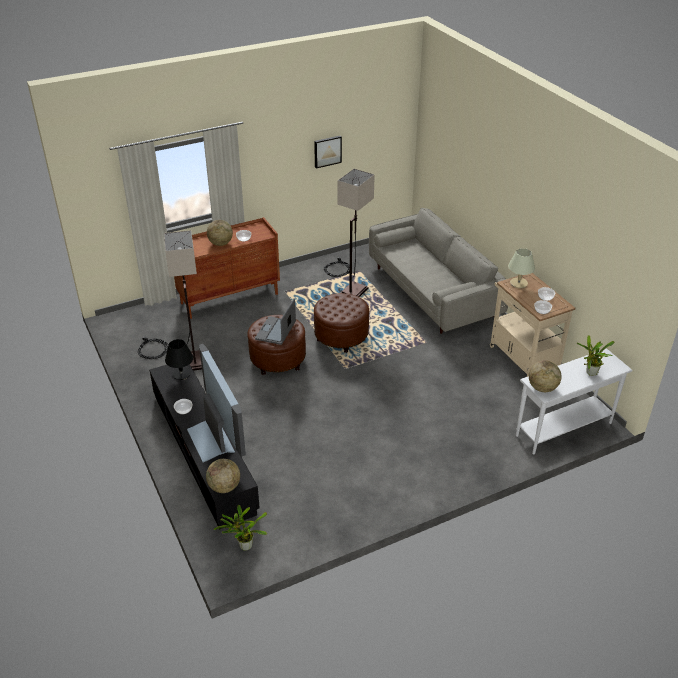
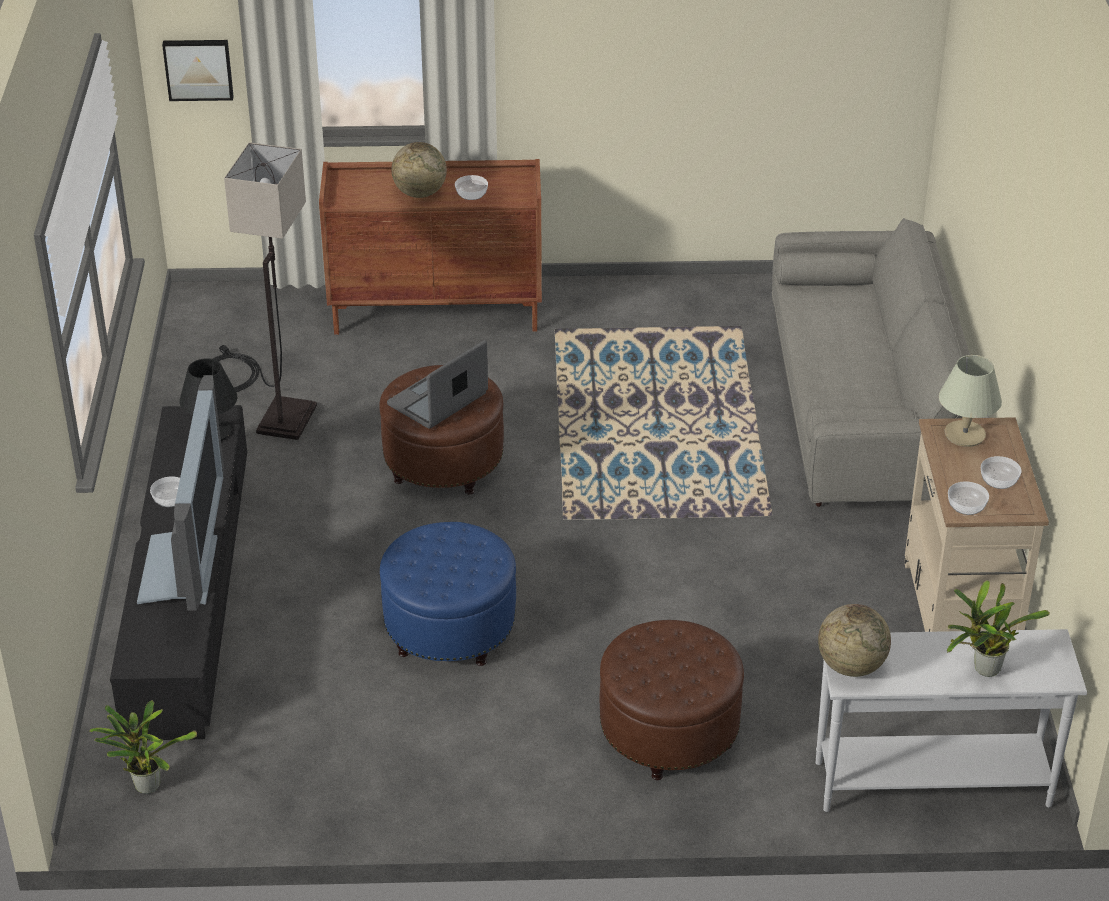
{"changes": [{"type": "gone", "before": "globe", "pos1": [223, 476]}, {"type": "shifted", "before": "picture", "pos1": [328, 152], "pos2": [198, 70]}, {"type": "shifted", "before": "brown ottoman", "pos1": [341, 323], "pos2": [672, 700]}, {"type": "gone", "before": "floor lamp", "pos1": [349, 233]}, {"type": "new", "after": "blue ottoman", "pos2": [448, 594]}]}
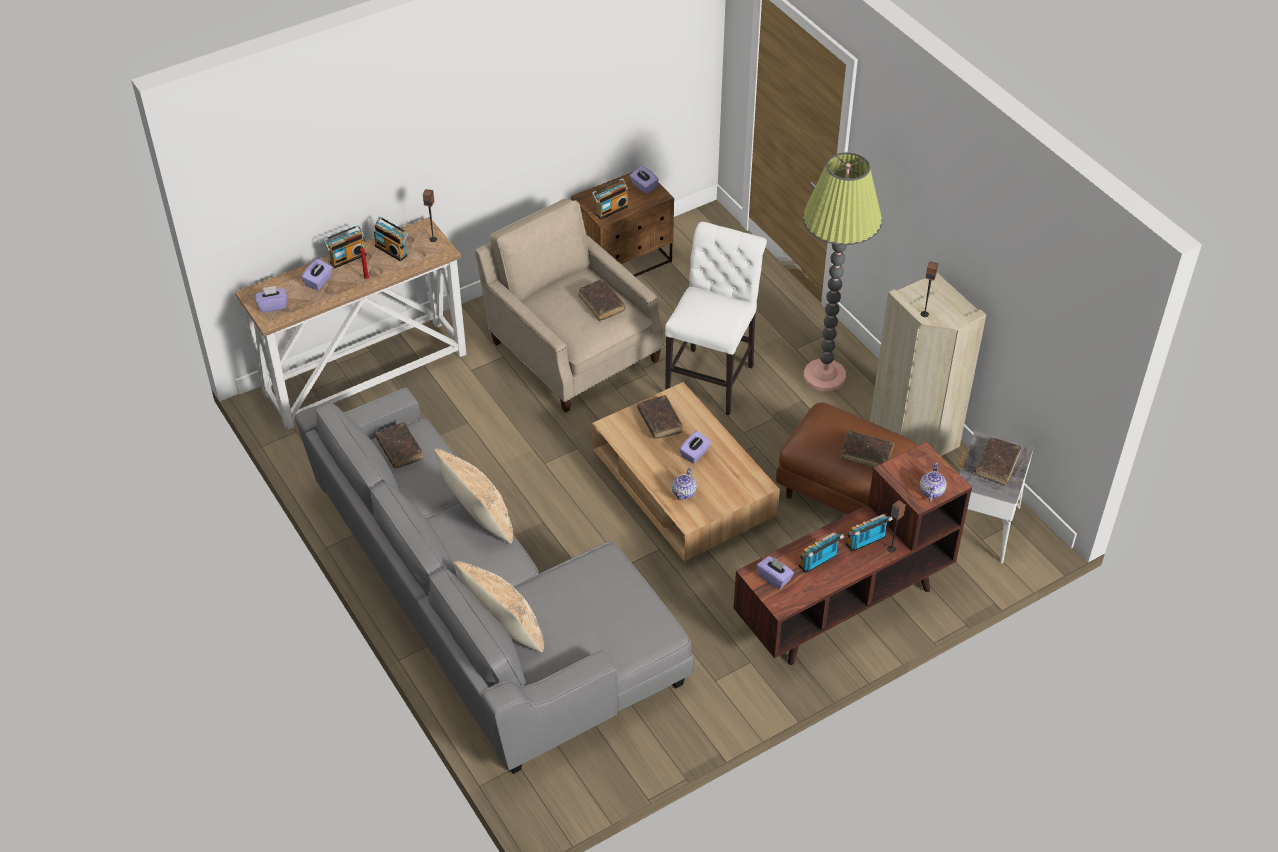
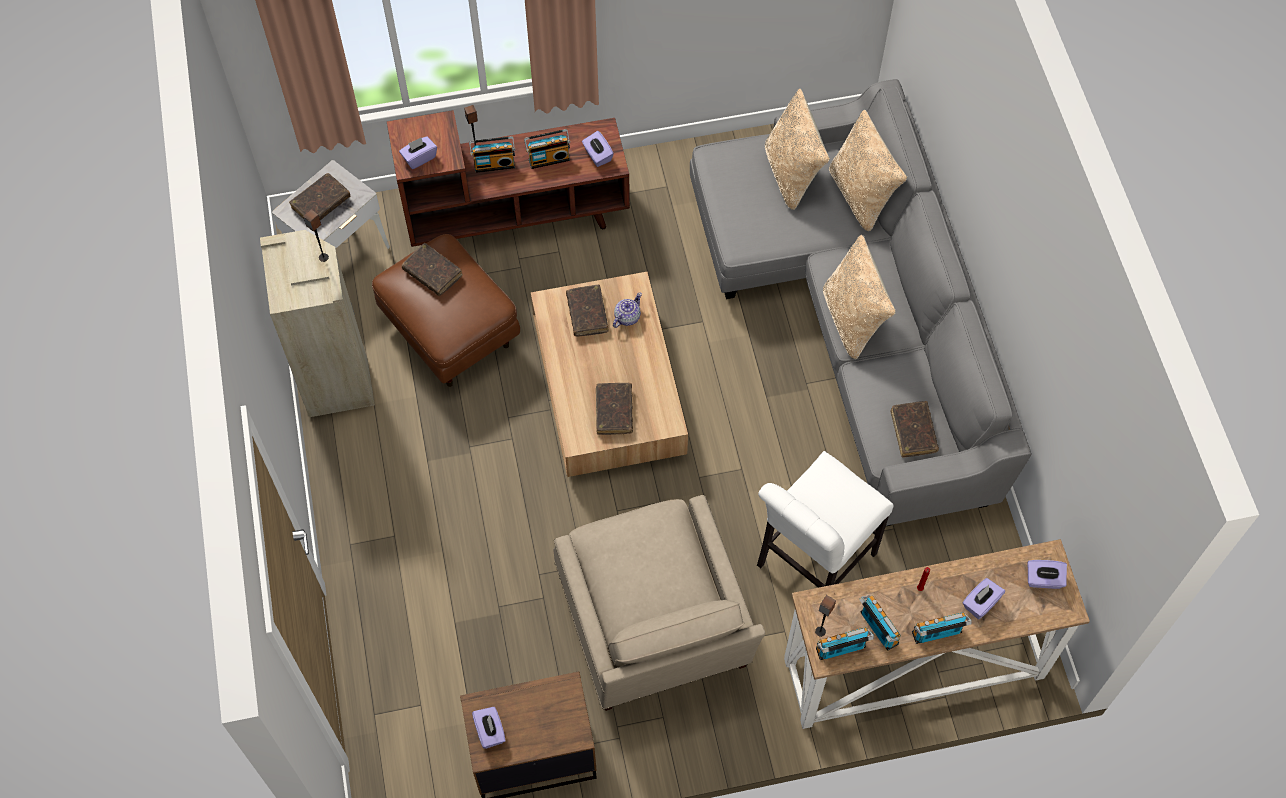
{"changes": [{"type": "shifted", "before": "brown book", "pos1": [602, 300], "pos2": [587, 310]}, {"type": "shifted", "before": "radio", "pos1": [610, 198], "pos2": [845, 643]}, {"type": "shifted", "before": "white stool", "pos1": [716, 318], "pos2": [825, 519]}, {"type": "shifted", "before": "purple tissue box", "pos1": [695, 447], "pos2": [418, 152]}, {"type": "gone", "before": "floor lamp", "pos1": [842, 271]}, {"type": "gone", "before": "teapot", "pos1": [933, 482]}, {"type": "new", "after": "beige pillow", "pos2": [797, 149]}]}
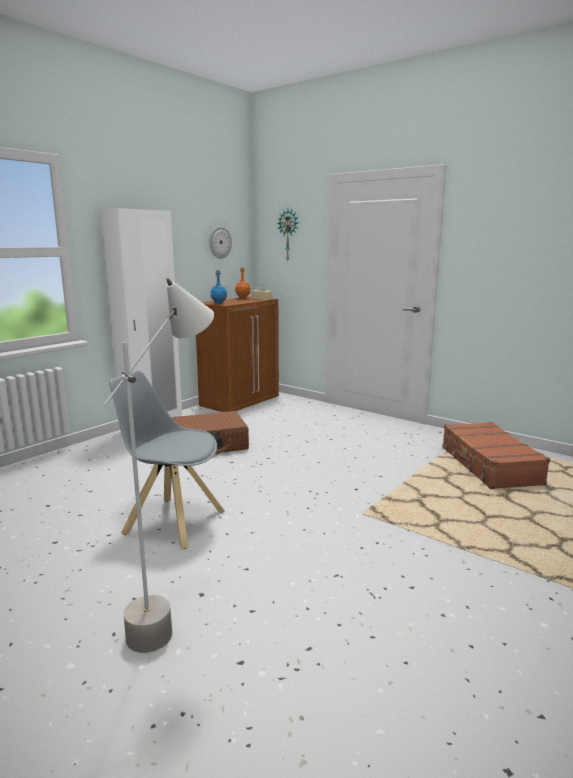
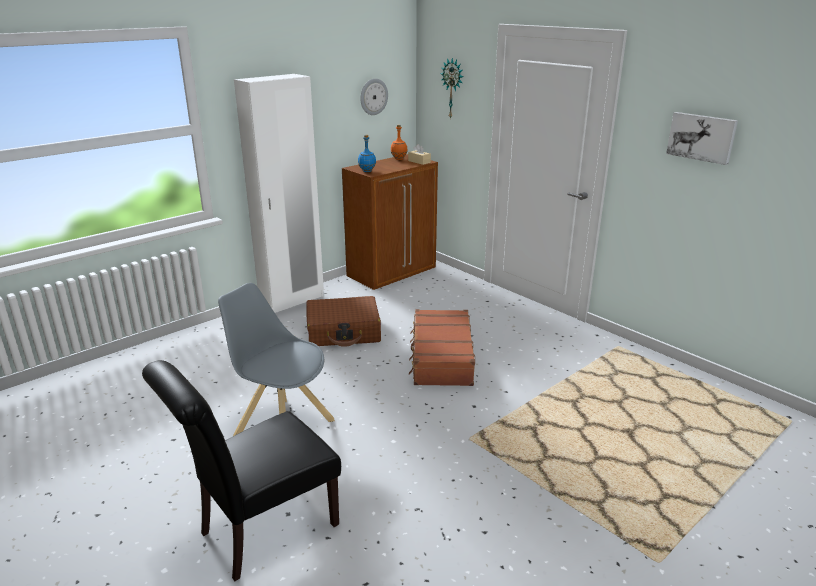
{"changes": [{"type": "swapped", "before": "grey floor lamp", "after": "black chair", "pos1": [159, 465], "pos2": [241, 470]}, {"type": "shifted", "before": "brown suitcase", "pos1": [496, 455], "pos2": [442, 347]}, {"type": "new", "after": "picture", "pos2": [702, 138]}]}
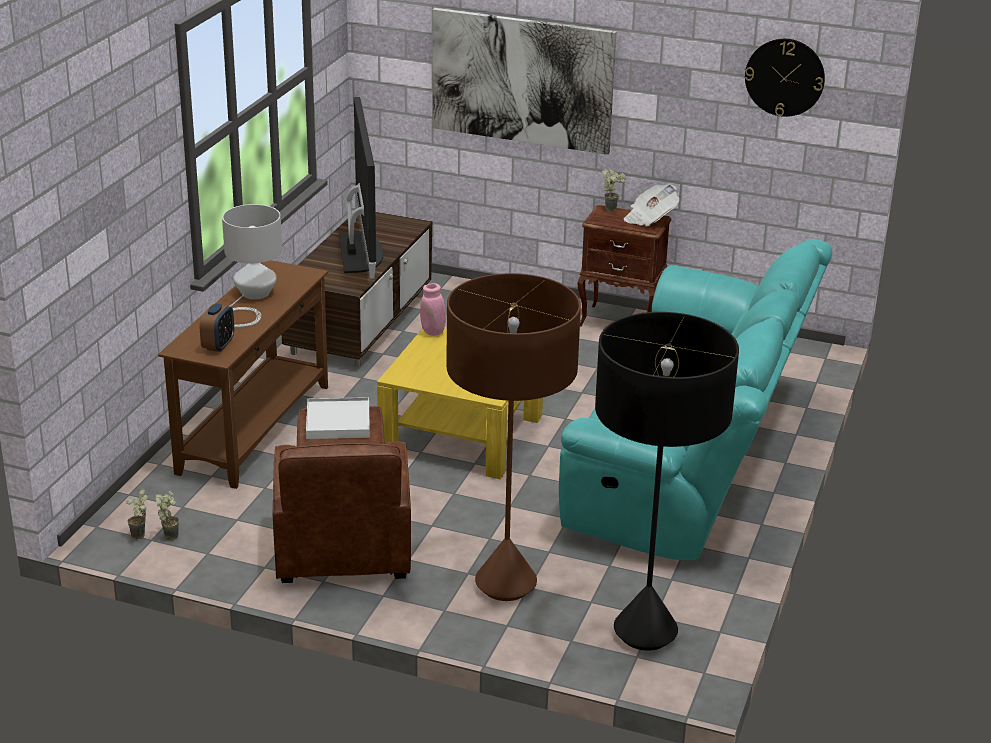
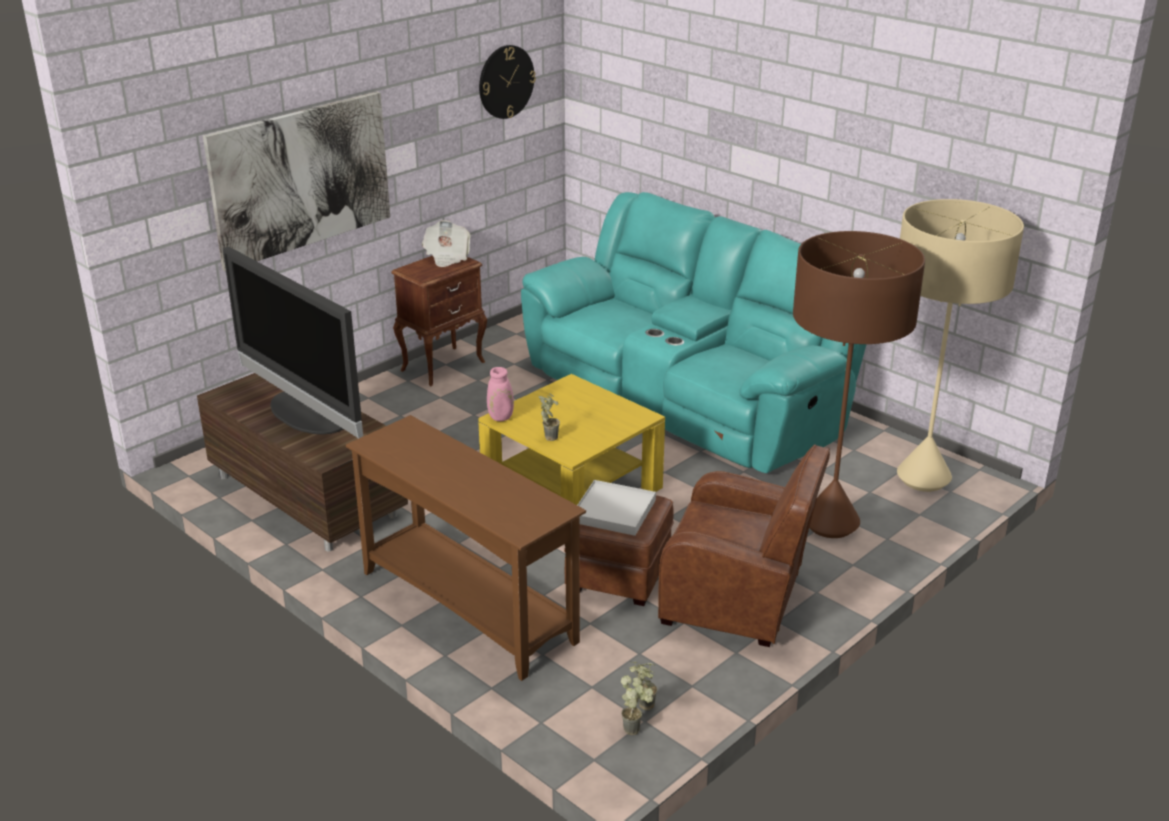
{"changes": [{"type": "gone", "before": "alarm clock", "pos1": [217, 327]}, {"type": "gone", "before": "white table lamp", "pos1": [252, 265]}, {"type": "rotated", "before": "television", "pos1": [361, 188], "pos2": [292, 343], "turn": -150}, {"type": "repainted", "before": "black floor lamp", "after": "beige floor lamp", "pos1": [667, 481], "pos2": [960, 345]}, {"type": "shifted", "before": "potted plant", "pos1": [613, 190], "pos2": [549, 417]}]}
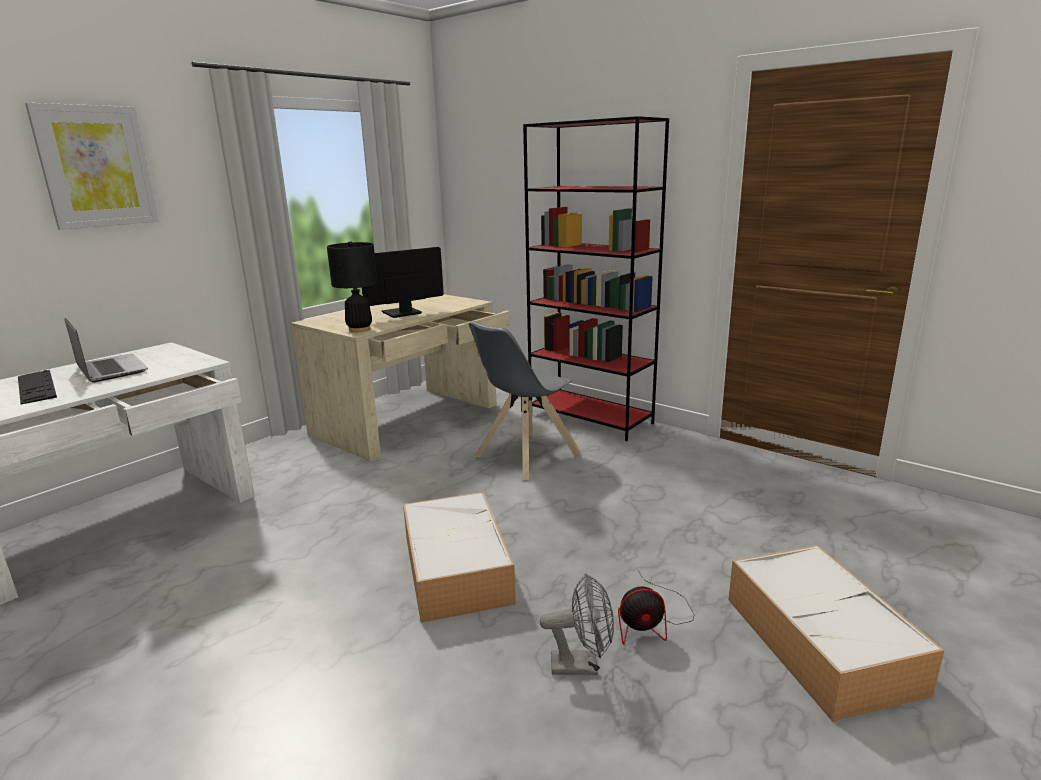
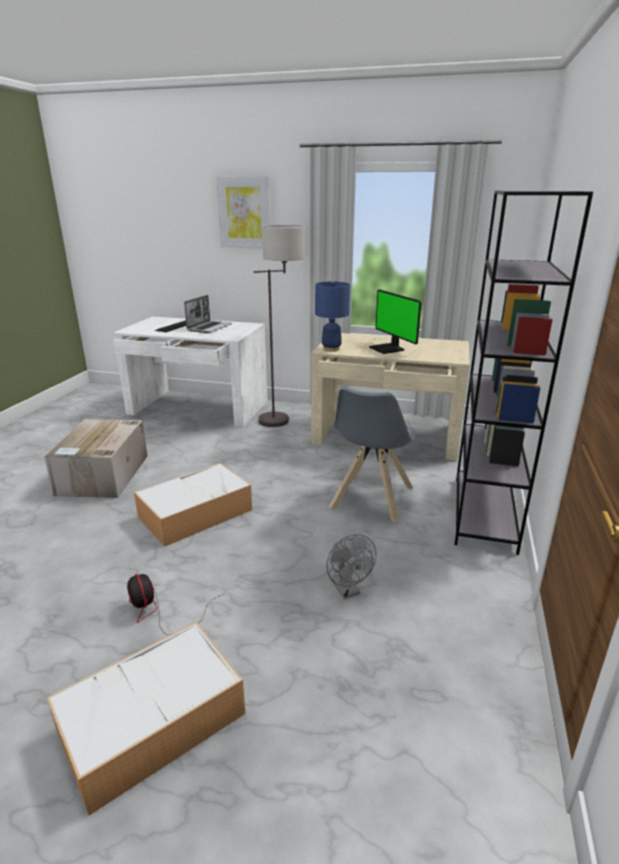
{"changes": [{"type": "repainted", "before": "black table lamp", "after": "blue table lamp", "pos1": [352, 287], "pos2": [332, 316]}, {"type": "rotated", "before": "monitor", "pos1": [403, 282], "pos2": [395, 321], "turn": -150}, {"type": "rotated", "before": "grey chair", "pos1": [525, 400], "pos2": [372, 455], "turn": -90}, {"type": "repainted", "before": "red bookcase", "after": "grey bookcase", "pos1": [596, 278], "pos2": [523, 373]}, {"type": "shifted", "before": "grey fan", "pos1": [577, 624], "pos2": [351, 566]}, {"type": "new", "after": "cardboard box", "pos2": [95, 458]}, {"type": "new", "after": "grey floor lamp", "pos2": [279, 326]}]}
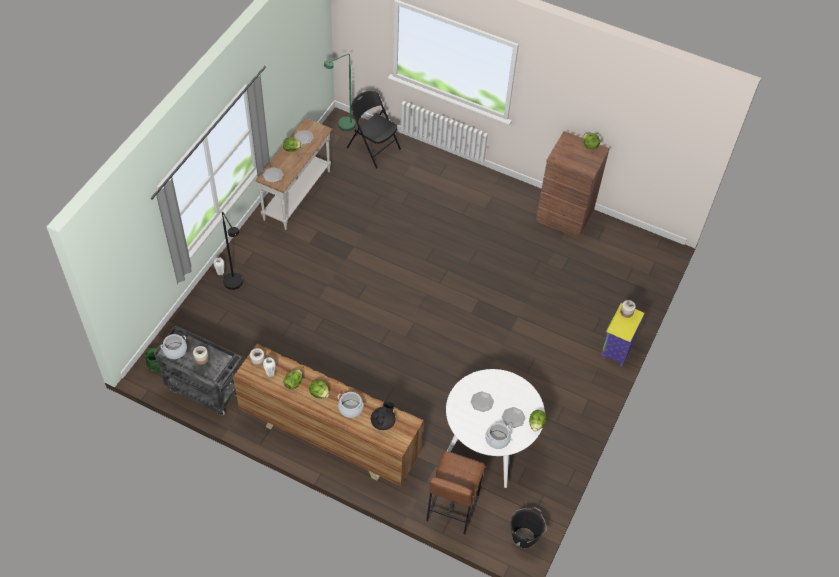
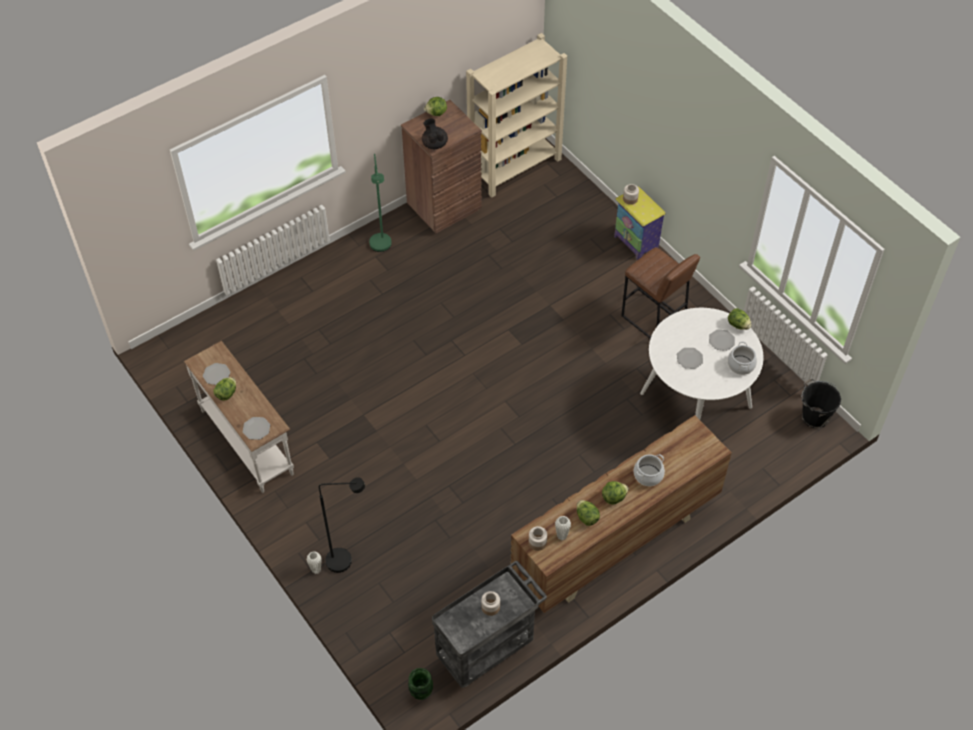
{"changes": [{"type": "gone", "before": "cooking pot", "pos1": [173, 346]}, {"type": "shifted", "before": "green floor lamp", "pos1": [339, 92], "pos2": [380, 203]}, {"type": "gone", "before": "black chair", "pos1": [374, 130]}, {"type": "shifted", "before": "black teapot", "pos1": [383, 415], "pos2": [435, 133]}, {"type": "shifted", "before": "brown stool", "pos1": [455, 492], "pos2": [660, 293]}, {"type": "new", "after": "beige bookcase", "pos2": [516, 115]}]}
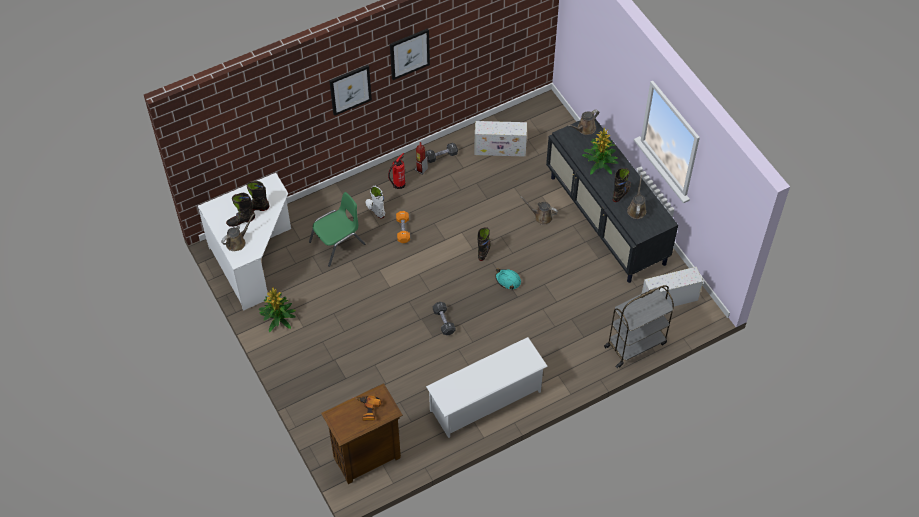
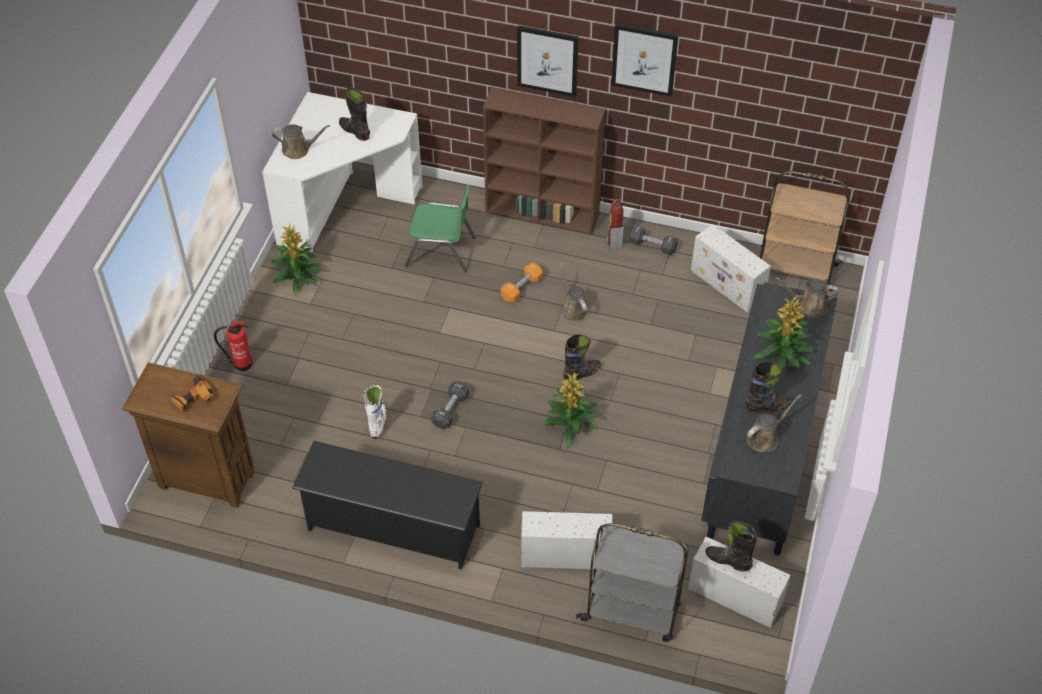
{"changes": [{"type": "shifted", "before": "black boot", "pos1": [240, 210], "pos2": [731, 545]}, {"type": "shifted", "before": "white boot", "pos1": [375, 202], "pos2": [375, 412]}, {"type": "shifted", "before": "fire extinguisher", "pos1": [397, 171], "pos2": [233, 345]}, {"type": "repainted", "before": "white shoe rack", "after": "black shoe rack", "pos1": [487, 387], "pos2": [387, 505]}, {"type": "swapped", "before": "turquoise hard hat", "after": "potted plant", "pos1": [508, 278], "pos2": [569, 409]}, {"type": "shifted", "before": "brown watering can", "pos1": [539, 210], "pos2": [574, 292]}, {"type": "new", "after": "brown bookcase", "pos2": [544, 160]}, {"type": "new", "after": "white storage box", "pos2": [567, 540]}, {"type": "new", "after": "brown cart", "pos2": [805, 231]}]}
